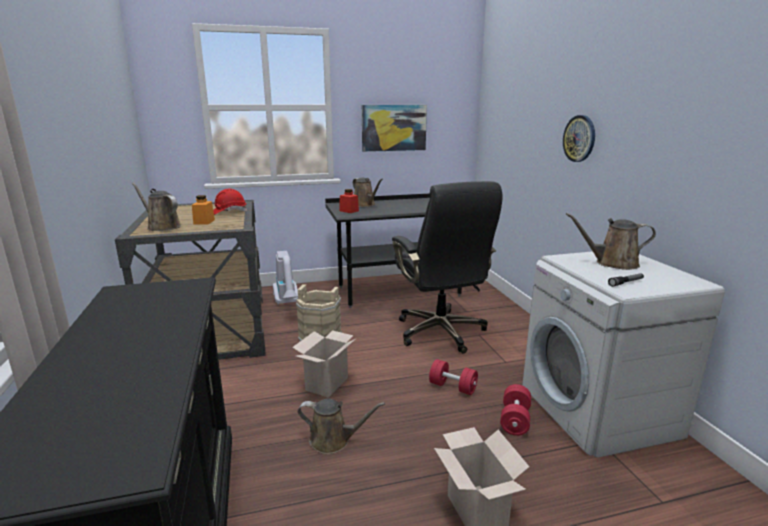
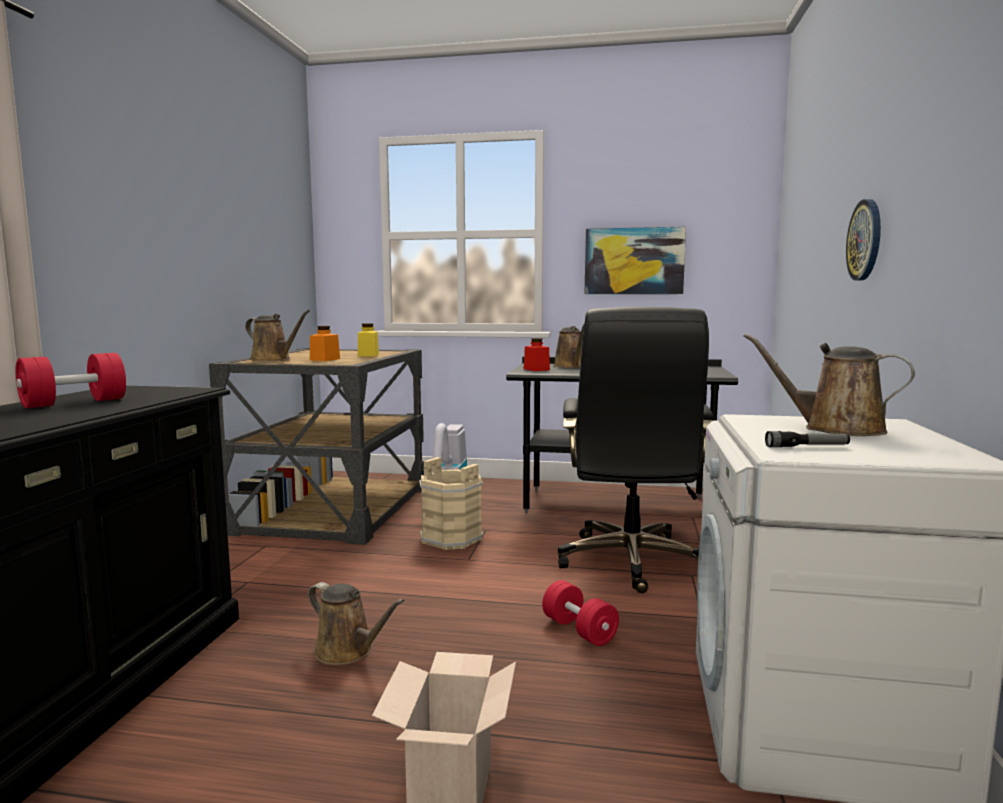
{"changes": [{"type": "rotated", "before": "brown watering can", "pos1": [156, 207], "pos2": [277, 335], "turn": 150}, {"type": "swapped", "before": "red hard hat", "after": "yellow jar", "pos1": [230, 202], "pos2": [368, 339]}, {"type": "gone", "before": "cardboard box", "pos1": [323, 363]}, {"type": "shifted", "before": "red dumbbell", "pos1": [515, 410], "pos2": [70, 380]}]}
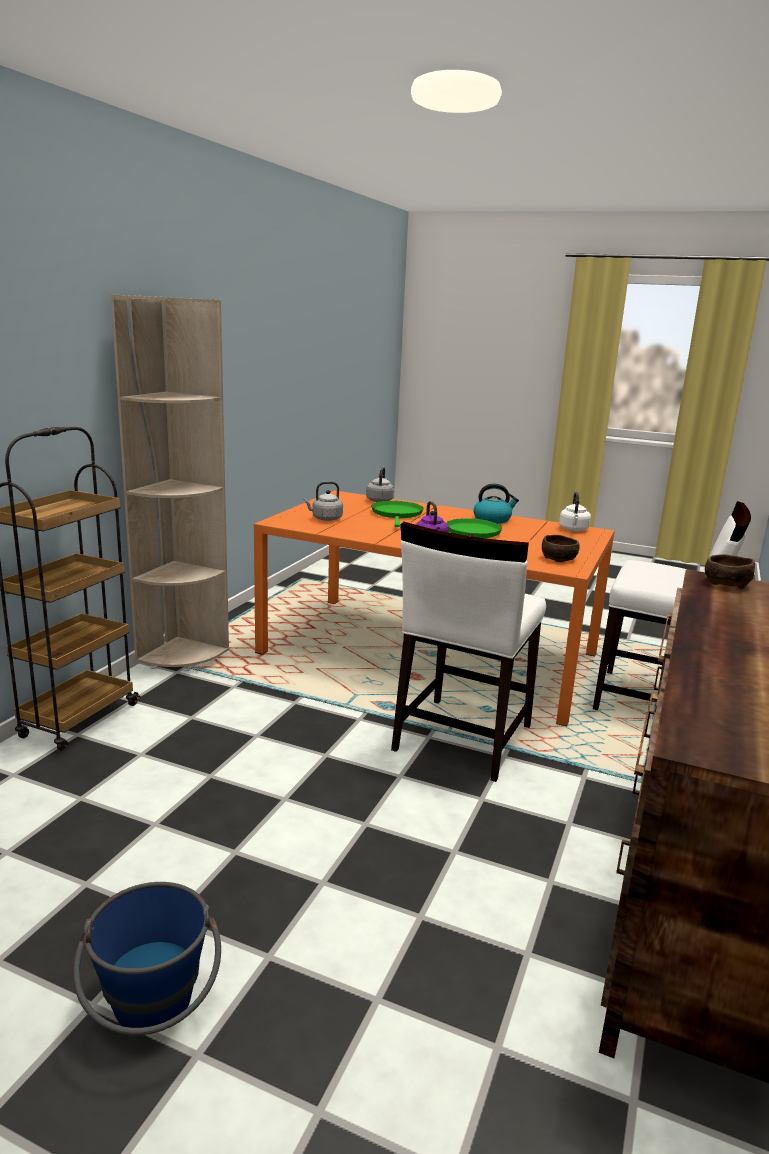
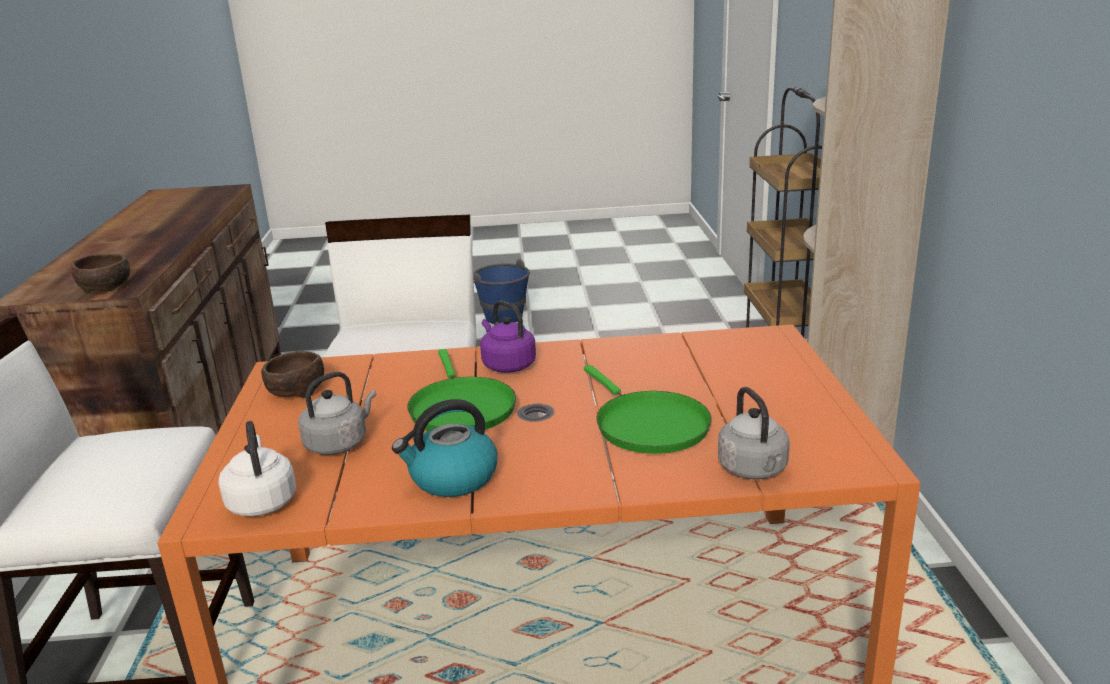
{"changes": [{"type": "shifted", "before": "grey kettle", "pos1": [323, 501], "pos2": [337, 413]}]}
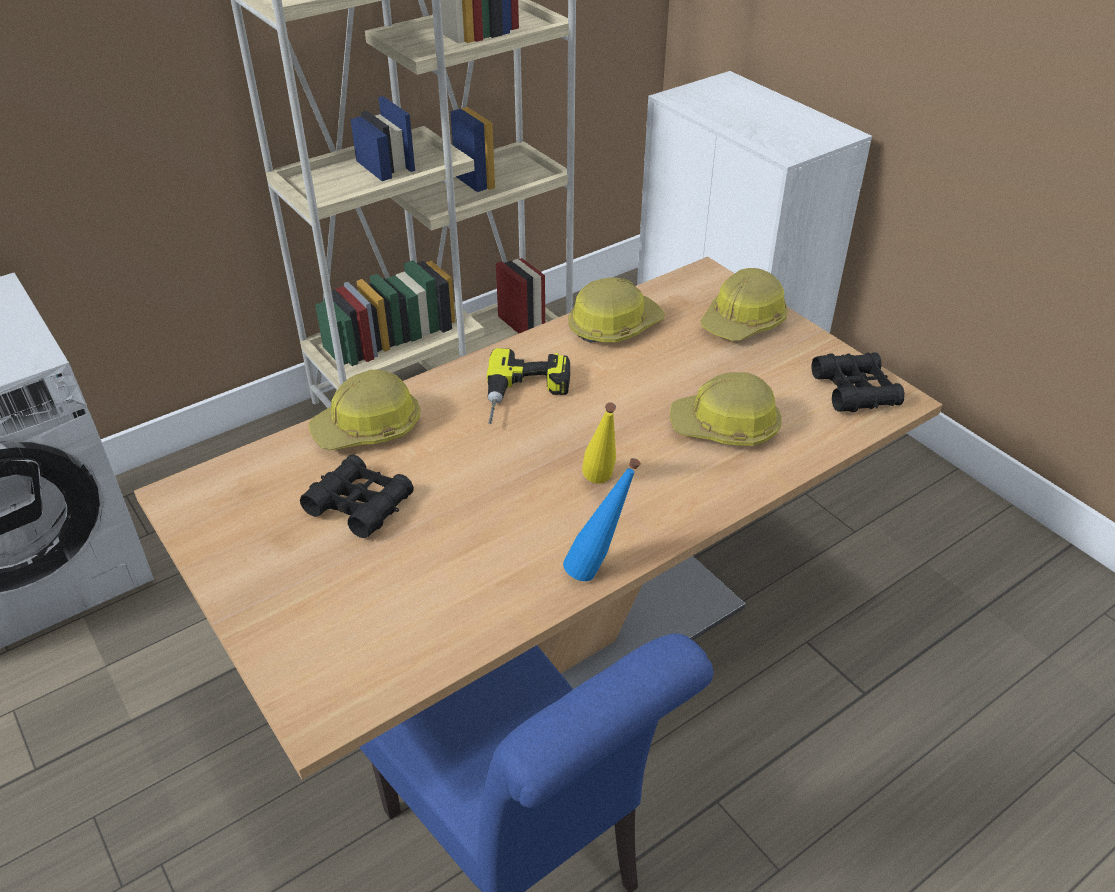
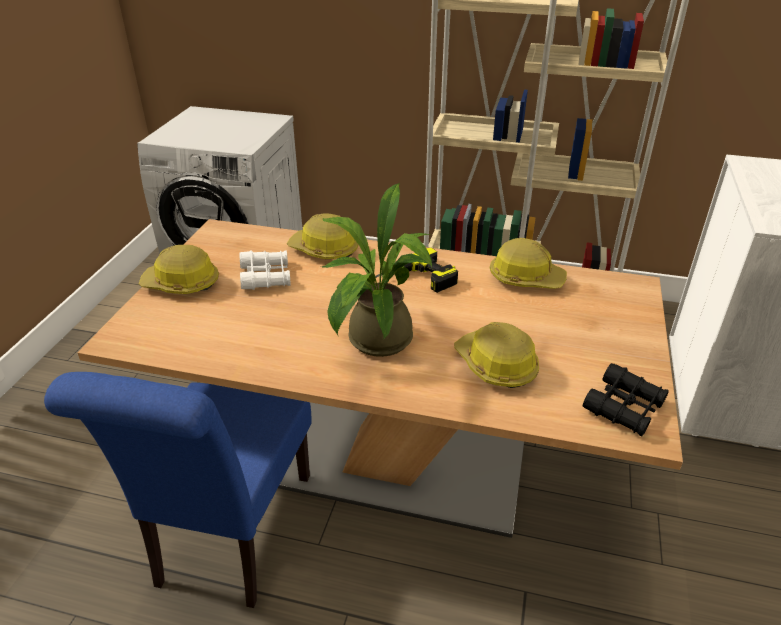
{"changes": [{"type": "repainted", "before": "black binoculars", "after": "white binoculars", "pos1": [357, 496], "pos2": [264, 270]}, {"type": "gone", "before": "blue bottle", "pos1": [602, 519]}, {"type": "swapped", "before": "yellow bottle", "after": "potted plant", "pos1": [599, 442], "pos2": [377, 270]}, {"type": "shifted", "before": "hard hat", "pos1": [744, 304], "pos2": [179, 269]}]}
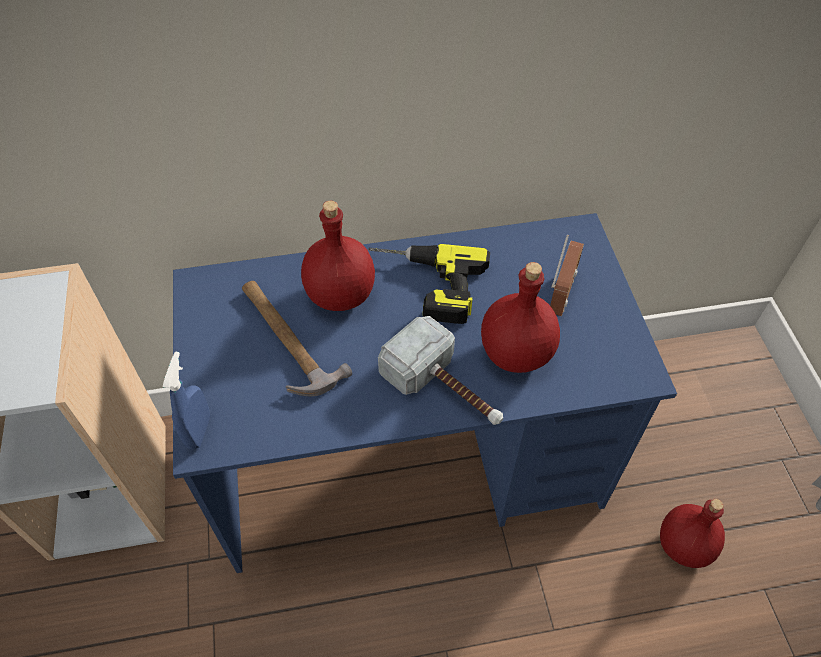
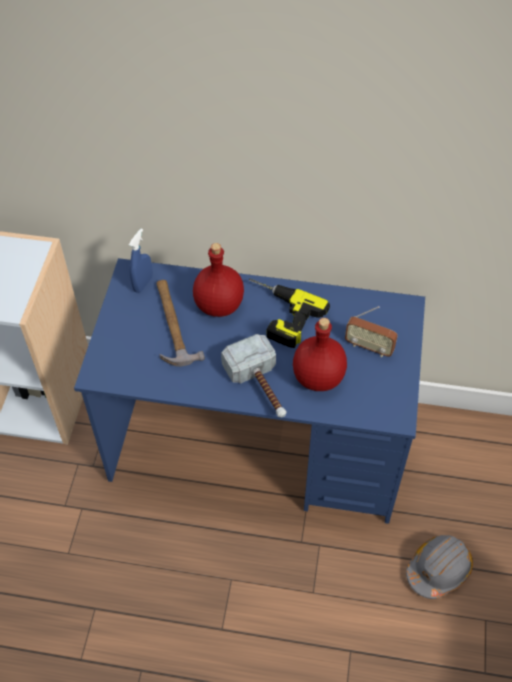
{"changes": [{"type": "shifted", "before": "blue spray bottle", "pos1": [186, 401], "pos2": [141, 260]}, {"type": "rotated", "before": "radio", "pos1": [567, 275], "pos2": [371, 331], "turn": 75}, {"type": "swapped", "before": "red bottle", "after": "grey hard hat", "pos1": [692, 533], "pos2": [439, 567]}]}
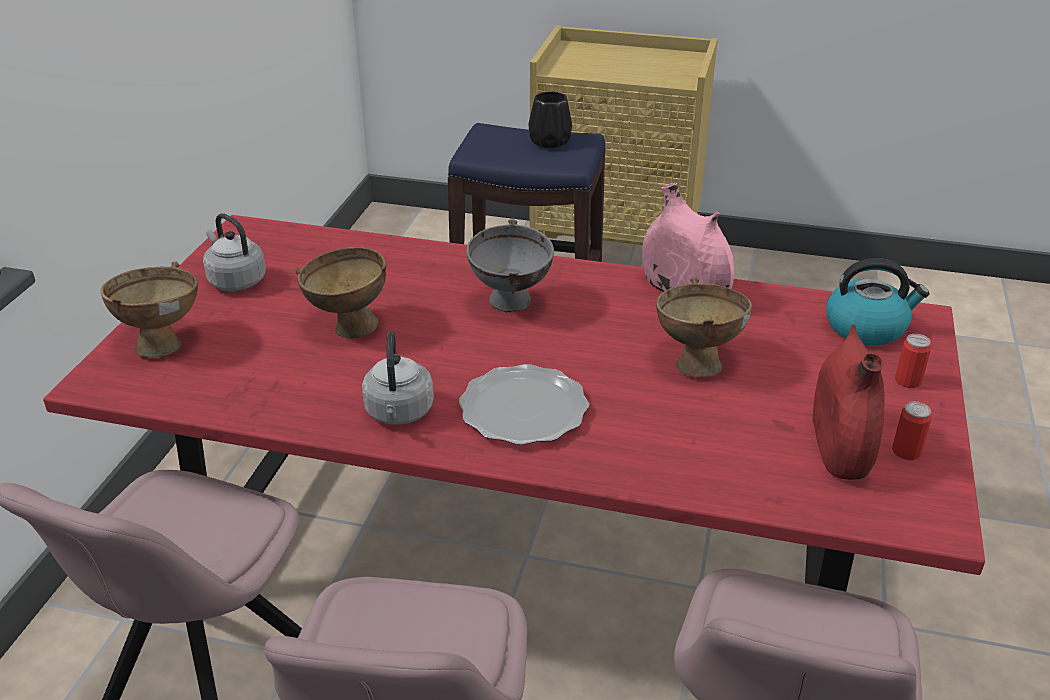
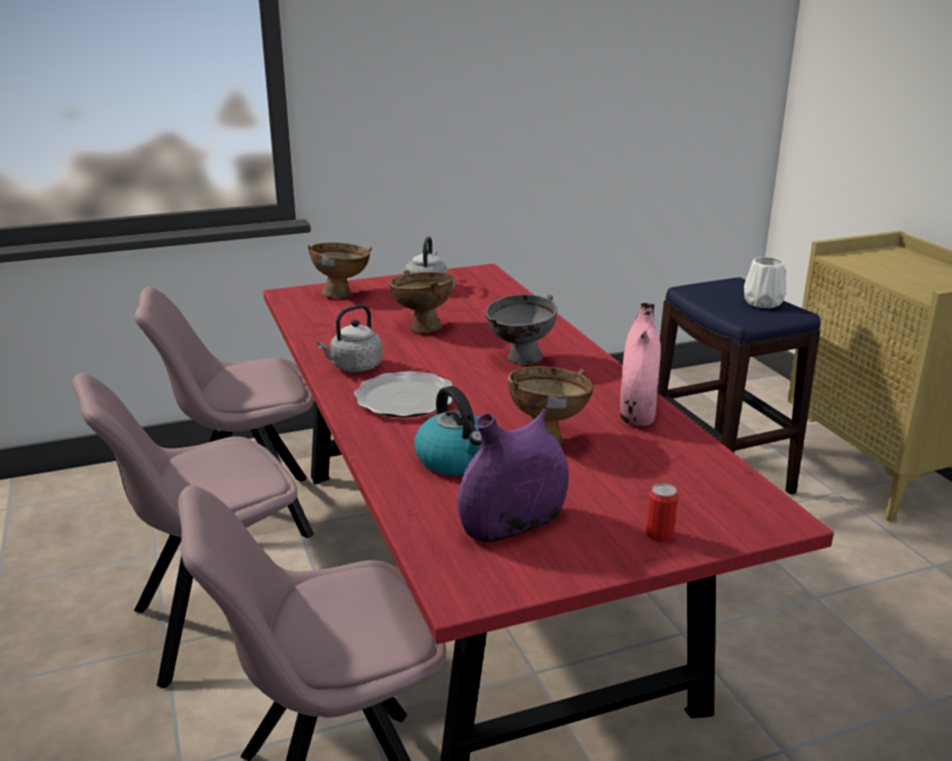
{"changes": [{"type": "repainted", "before": "black vase", "after": "white vase", "pos1": [550, 119], "pos2": [765, 282]}, {"type": "repainted", "before": "red vase", "after": "purple vase", "pos1": [848, 402], "pos2": [513, 475]}, {"type": "shifted", "before": "kettle", "pos1": [878, 301], "pos2": [447, 431]}, {"type": "gone", "before": "can", "pos1": [912, 430]}]}
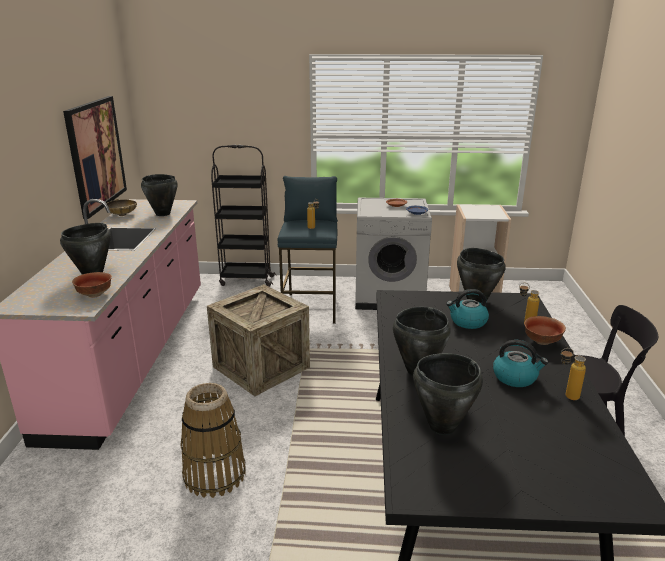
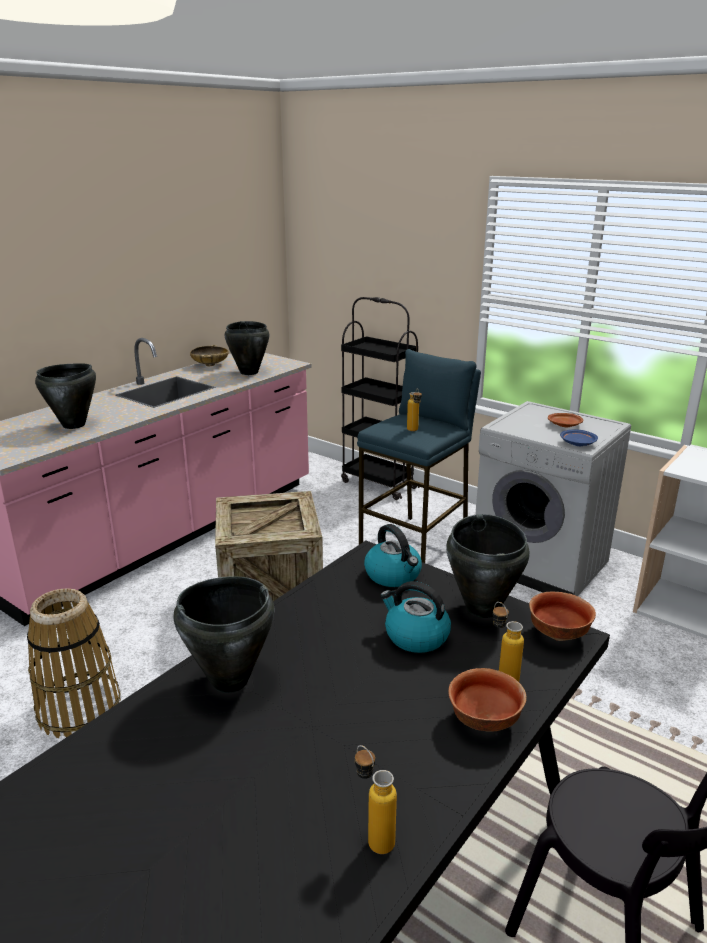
{"changes": [{"type": "gone", "before": "picture", "pos1": [95, 157]}, {"type": "shifted", "before": "bowl", "pos1": [92, 285], "pos2": [562, 616]}, {"type": "gone", "before": "black cooking pot", "pos1": [448, 394]}, {"type": "shifted", "before": "kettle", "pos1": [520, 363], "pos2": [393, 555]}]}
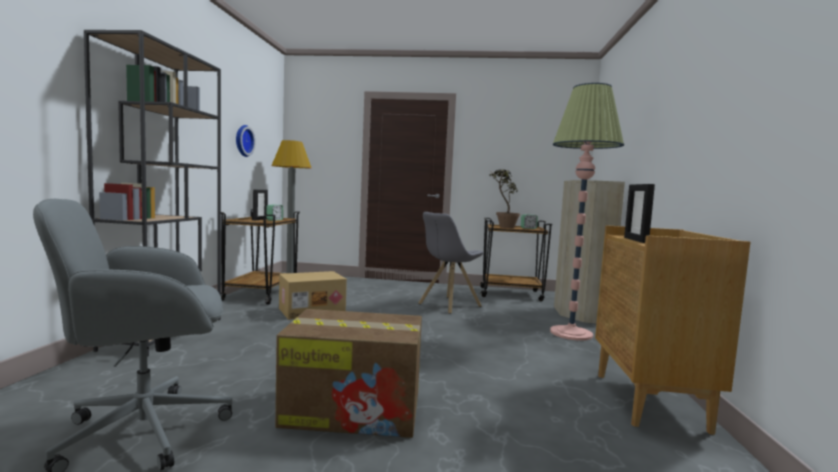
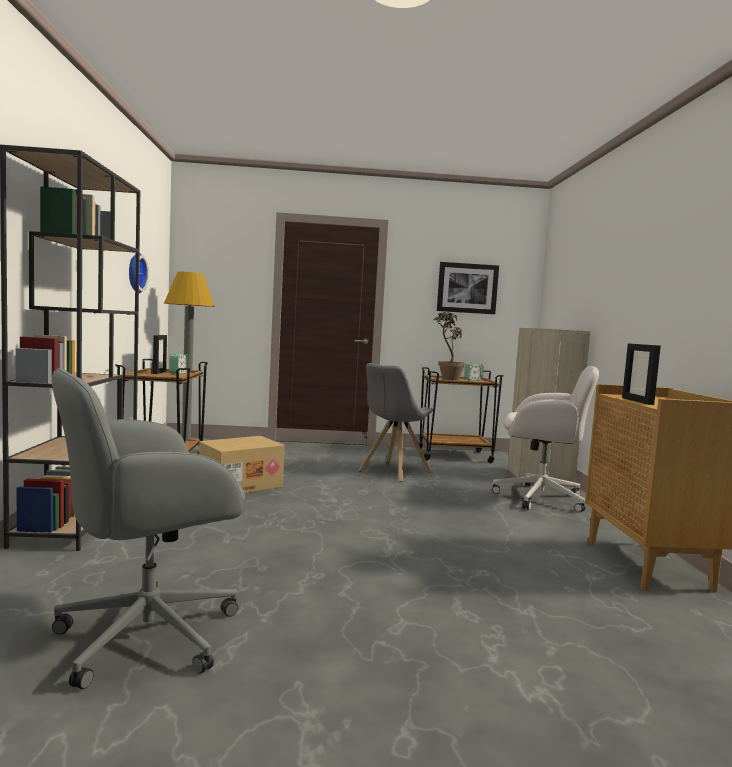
{"changes": [{"type": "gone", "before": "cardboard box", "pos1": [348, 373]}, {"type": "swapped", "before": "floor lamp", "after": "white office chair", "pos1": [587, 212], "pos2": [545, 439]}, {"type": "new", "after": "picture", "pos2": [468, 288]}]}
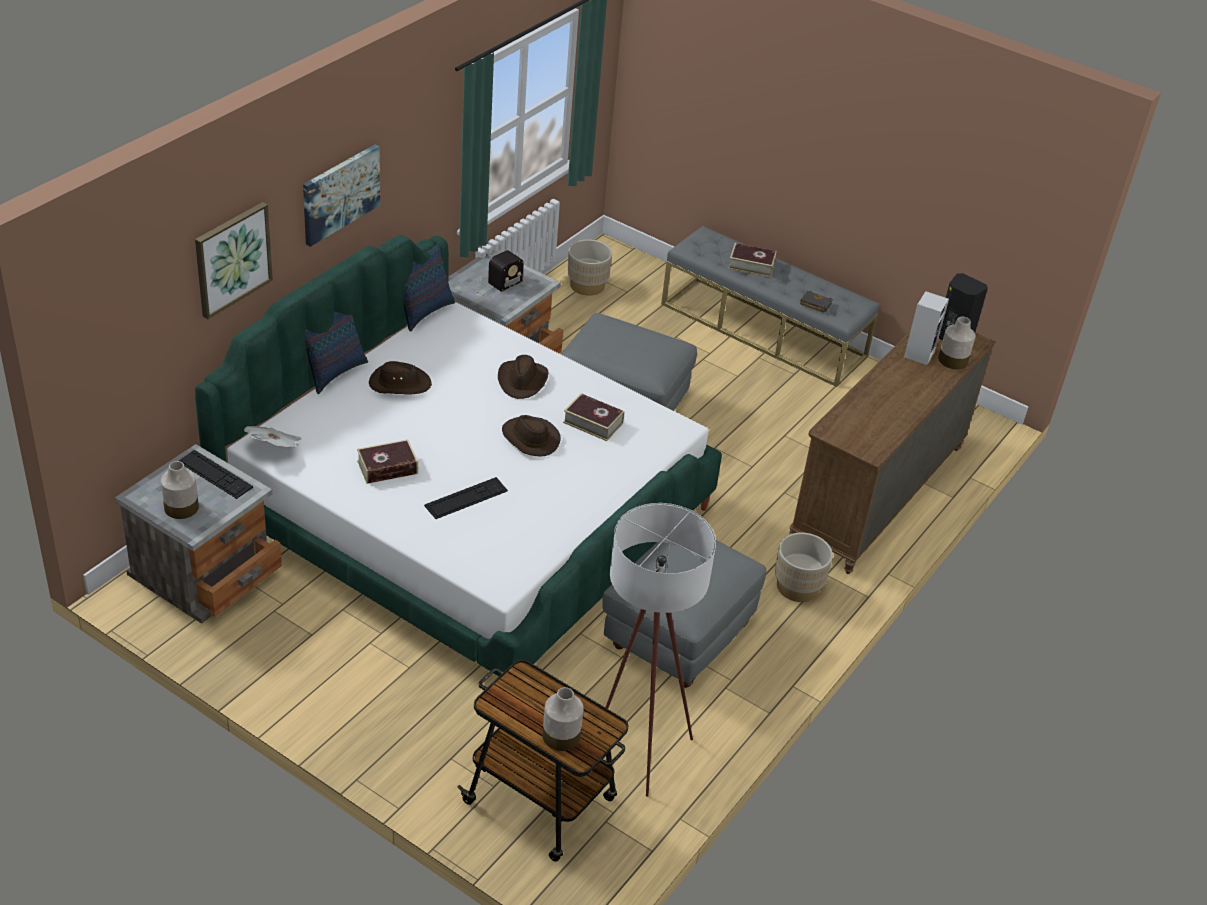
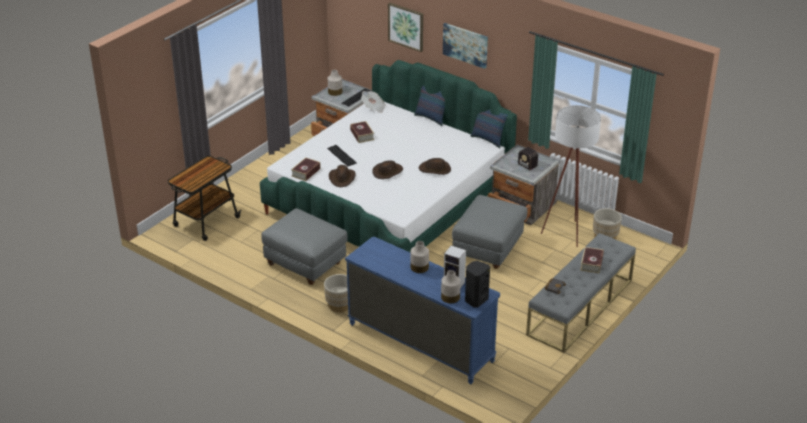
{"changes": [{"type": "shifted", "before": "brown hat", "pos1": [400, 378], "pos2": [342, 176]}, {"type": "shifted", "before": "beige vase", "pos1": [563, 719], "pos2": [420, 257]}, {"type": "shifted", "before": "book", "pos1": [593, 417], "pos2": [306, 169]}, {"type": "shifted", "before": "white floor lamp", "pos1": [660, 650], "pos2": [571, 176]}, {"type": "repainted", "before": "brown dresser", "after": "blue dresser", "pos1": [892, 453], "pos2": [422, 311]}]}
